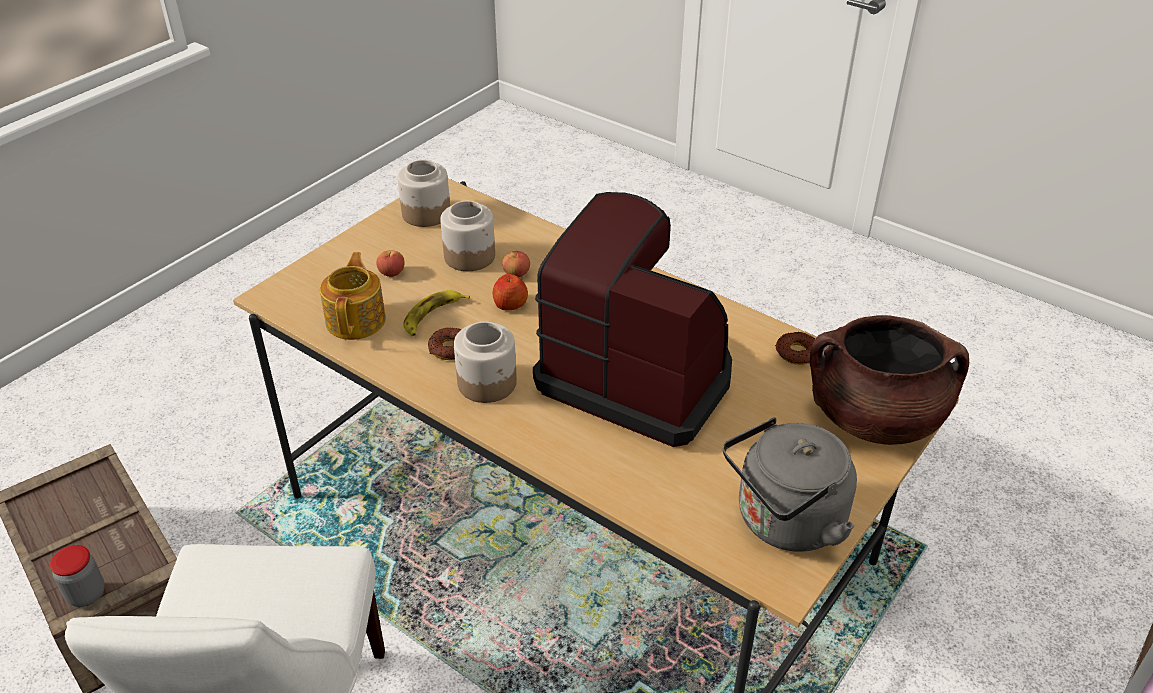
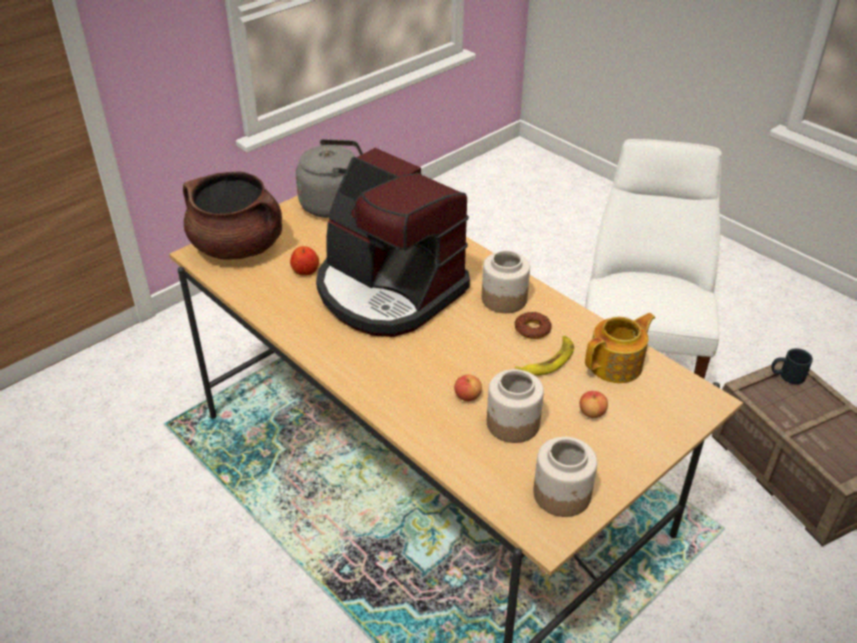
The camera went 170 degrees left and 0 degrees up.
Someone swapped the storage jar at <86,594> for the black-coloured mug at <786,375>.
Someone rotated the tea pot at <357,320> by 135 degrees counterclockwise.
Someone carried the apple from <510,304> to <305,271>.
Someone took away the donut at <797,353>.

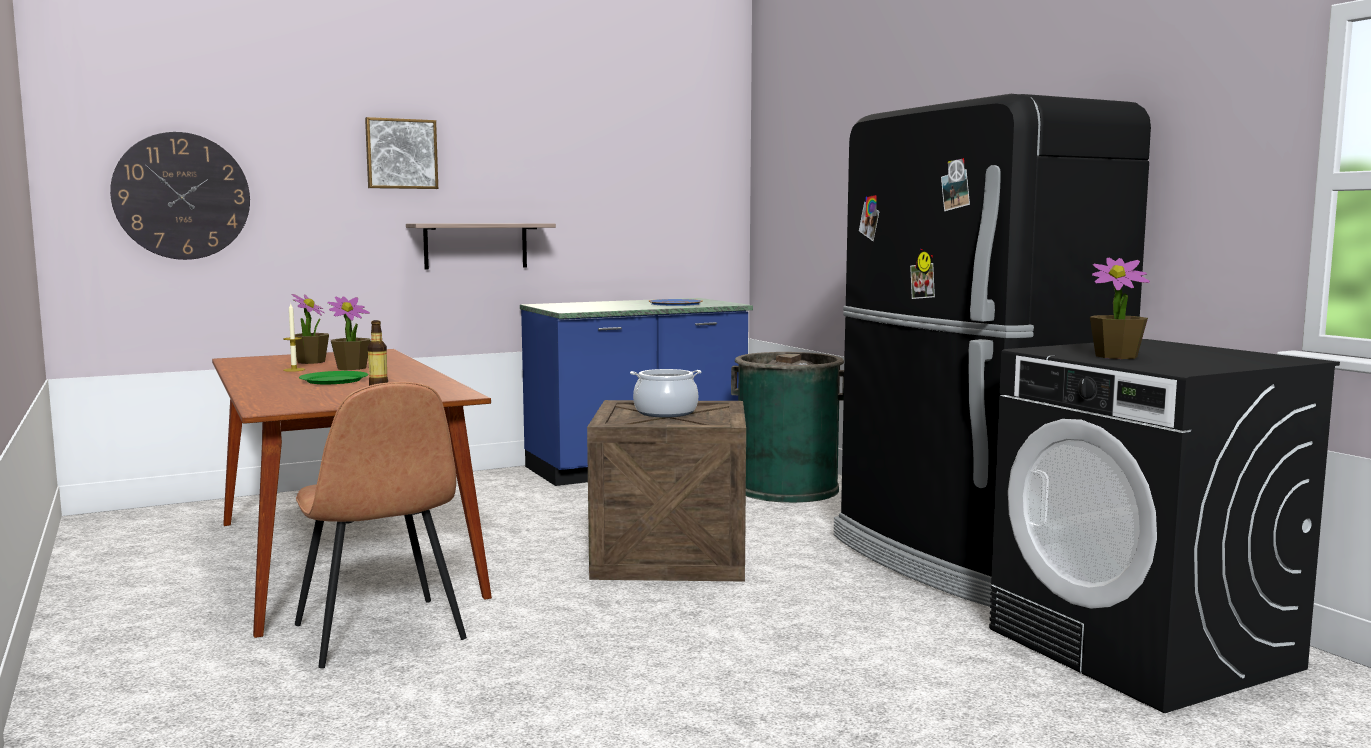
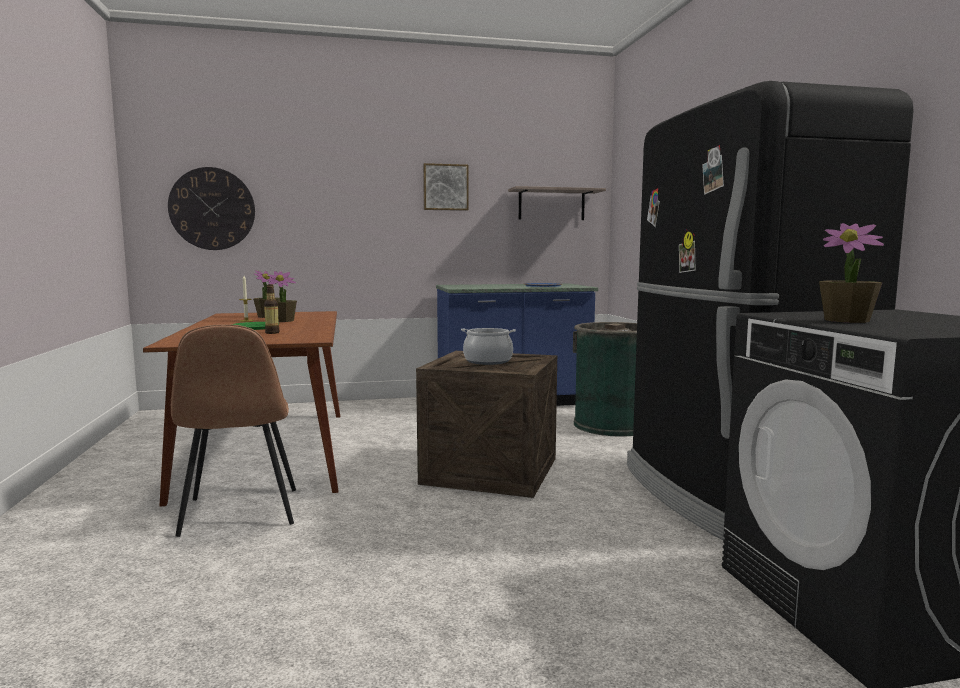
The camera went 15 degrees right and 0 degrees up.
Someone carried the wall art from <401,154> to <445,187>.
Someone carried the wall shelf from <476,246> to <551,205>.

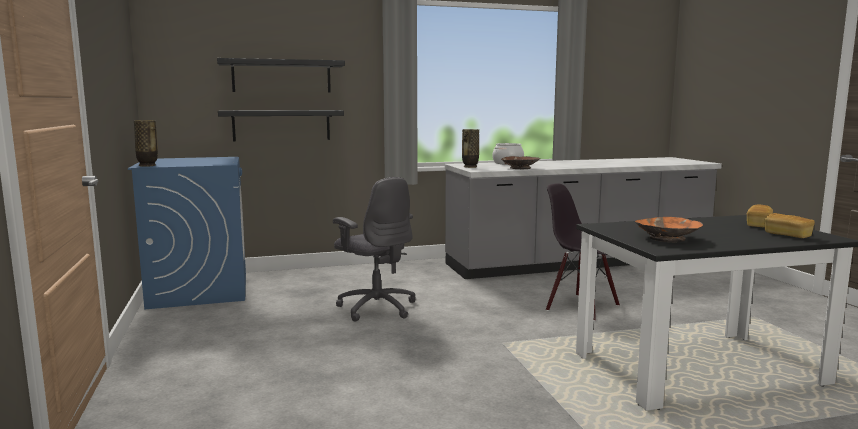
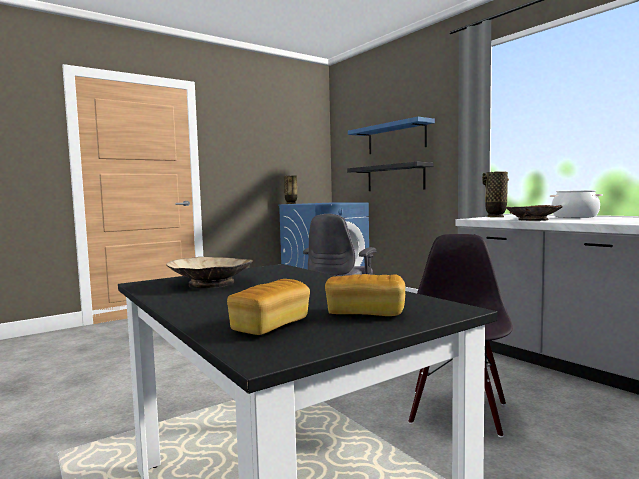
The camera went 70 degrees right and 5 degrees down.
Someone repainted the black-coloured wall shelf at <281,76>, which became the bluish wall shelf at <396,138>.
Someone repainted the orangey deep dish at <667,238>, which became the beige deep dish at <211,283>.

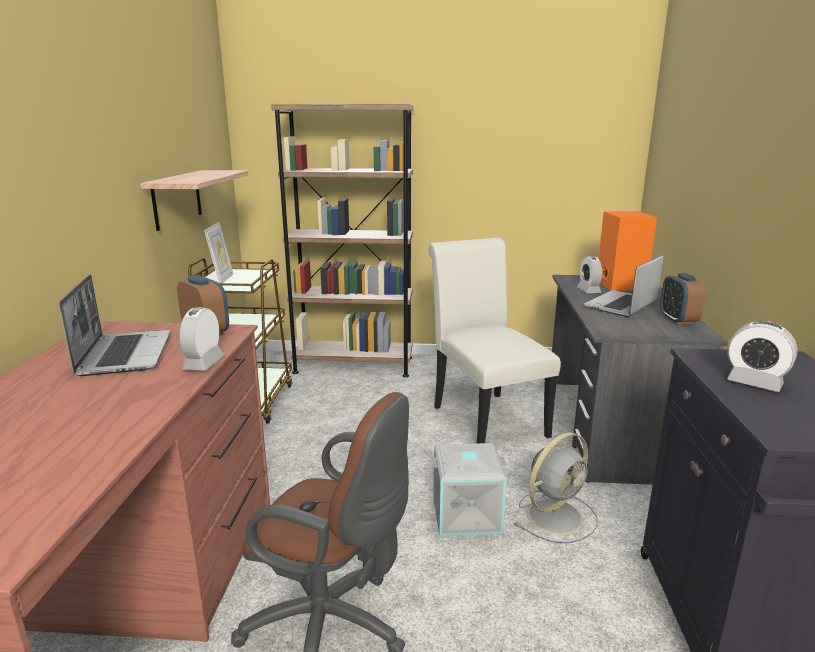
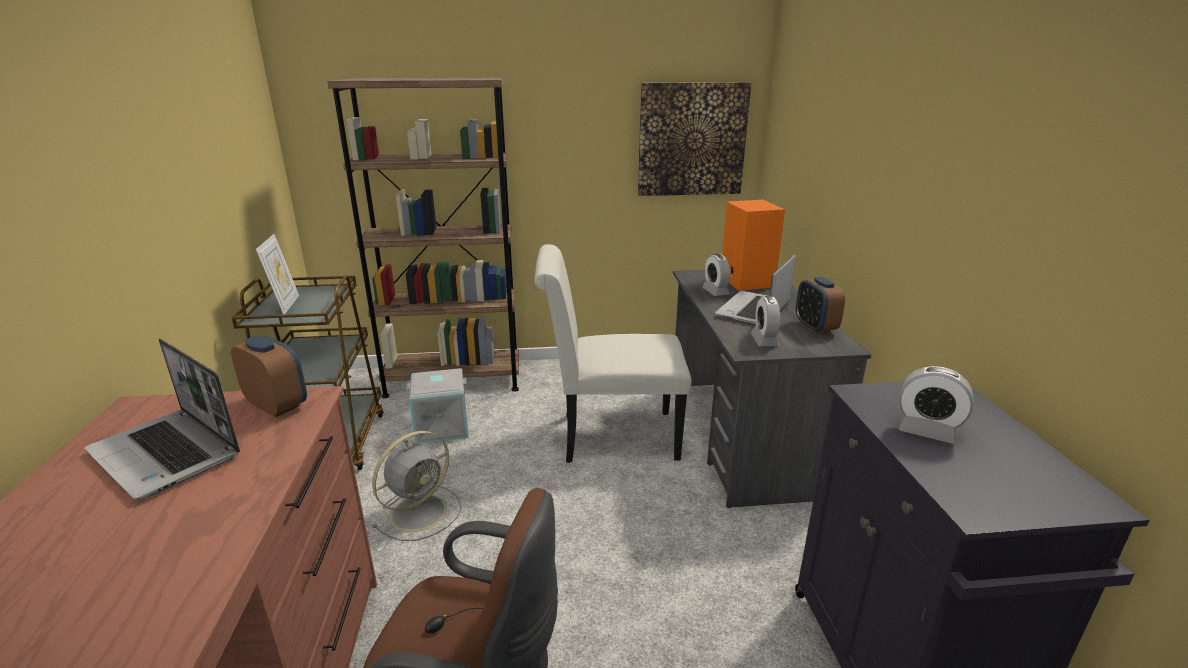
The camera went 10 degrees left and 5 degrees up.
Someone rotated the notebook computer at <124,354> by 150 degrees clockwise.
Someone took away the wall shelf at <177,199>.
Someone carried the bedside clock from <203,363> to <764,340>.
Someone rotated the white plain chair at <485,418> by 60 degrees counterclockwise.
Someone carried the gray storage container from <466,513> to <442,426>.
Someone carried the gray cooling fan from <556,515> to <421,511>.
Someone put up the wall art at <691,140>.

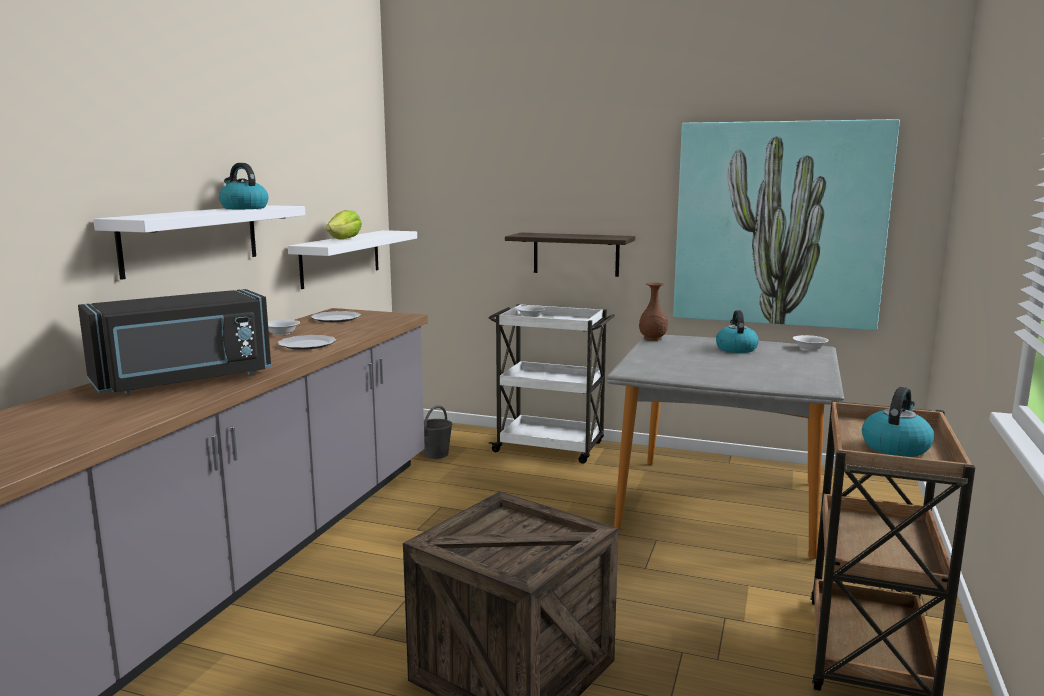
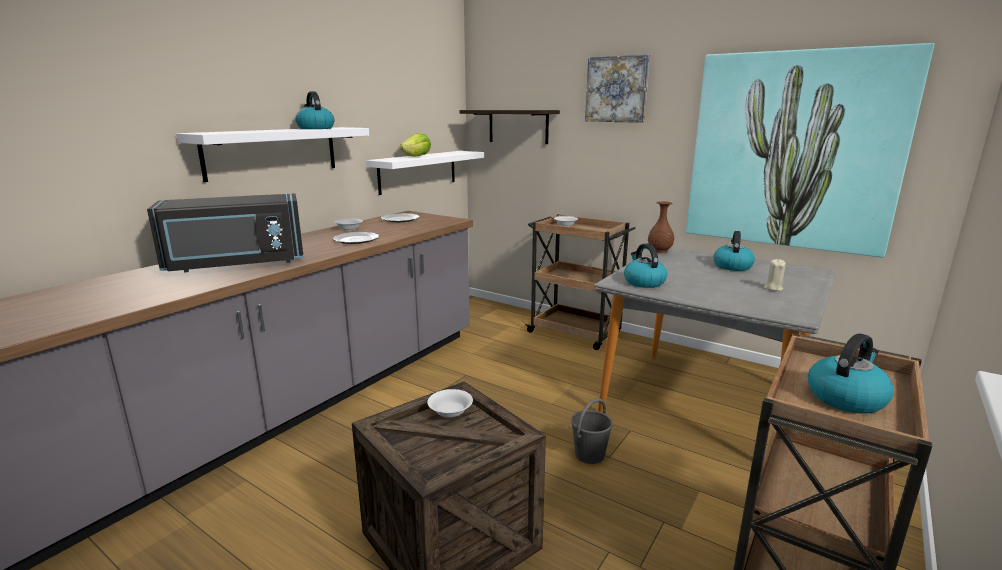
The camera went 15 degrees right and 5 degrees up.
Someone carried the gray water bucket from <436,454> to <589,455>.
Someone repainted the white wheeled cart at <551,447>, which became the brown-coloured wheeled cart at <576,333>.
Someone carried the wall shelf from <576,254> to <518,126>.
Someone carried the white deep dish from <810,348> to <451,411>.
Someone put up the wall art at <617,89>.
Someone put down the water kettle at <643,282>.
Someone put down the beige wax candle at <773,288>.

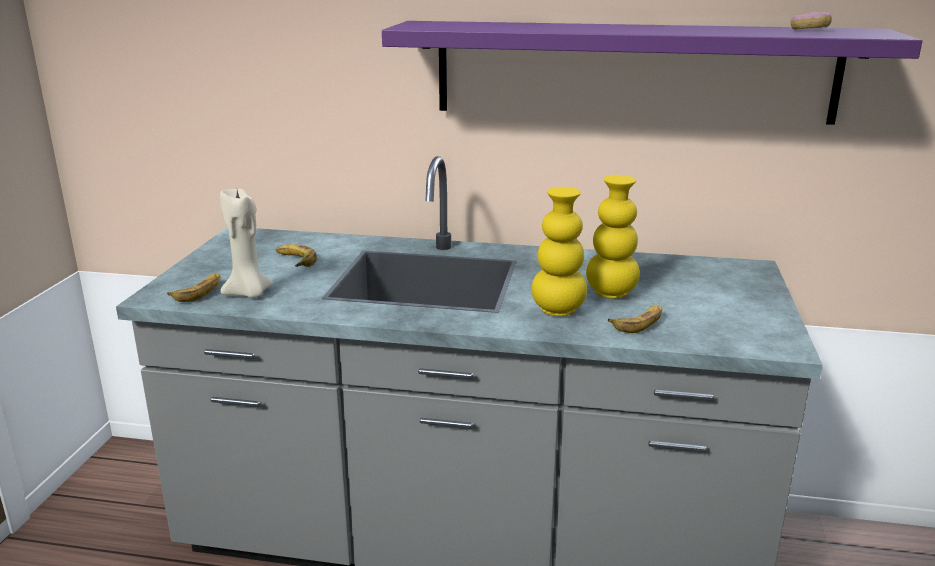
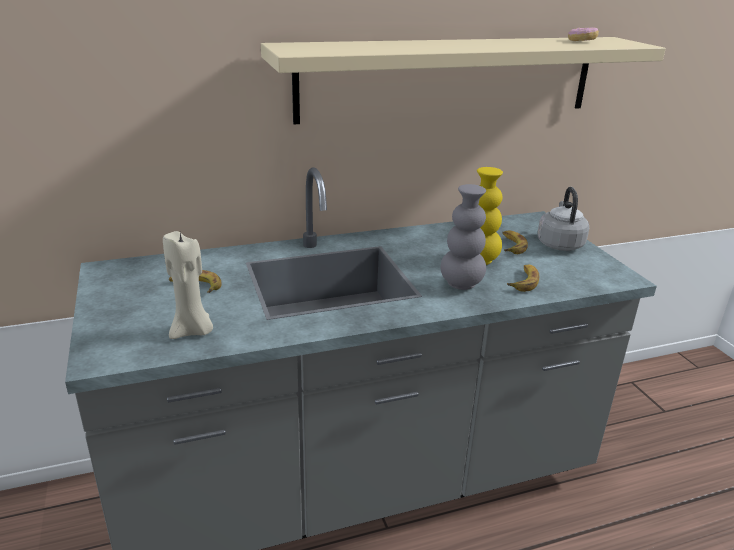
The camera went 30 degrees left and 5 degrees up.
Someone carried the whole banana from <199,292> to <511,245>.
Someone repainted the purple wall shelf at <632,71>, which became the beige wall shelf at <450,78>.
Someone repainted the yellow-coloured flower vase at <558,310>, which became the gray flower vase at <461,284>.
Someone put down the gray water kettle at <559,243>.

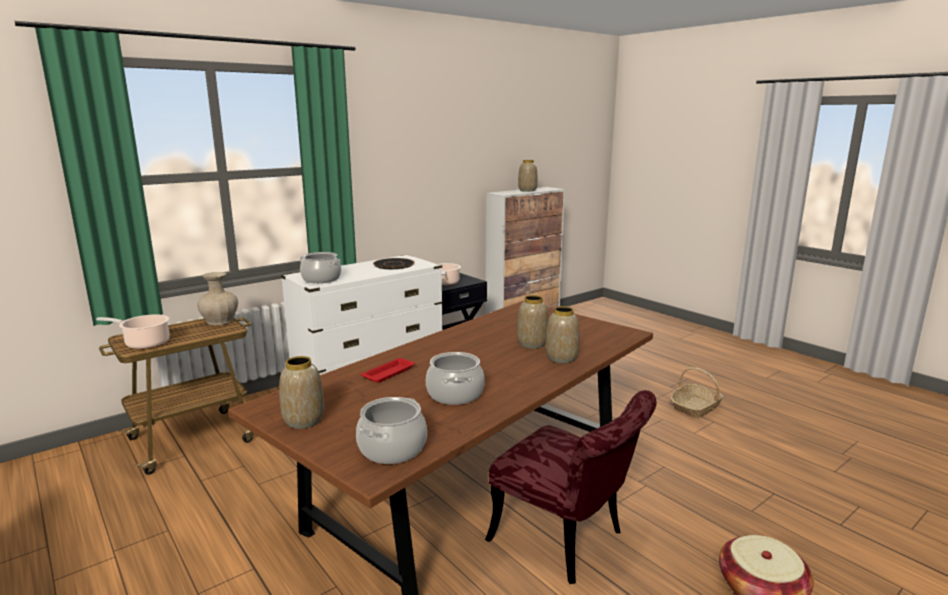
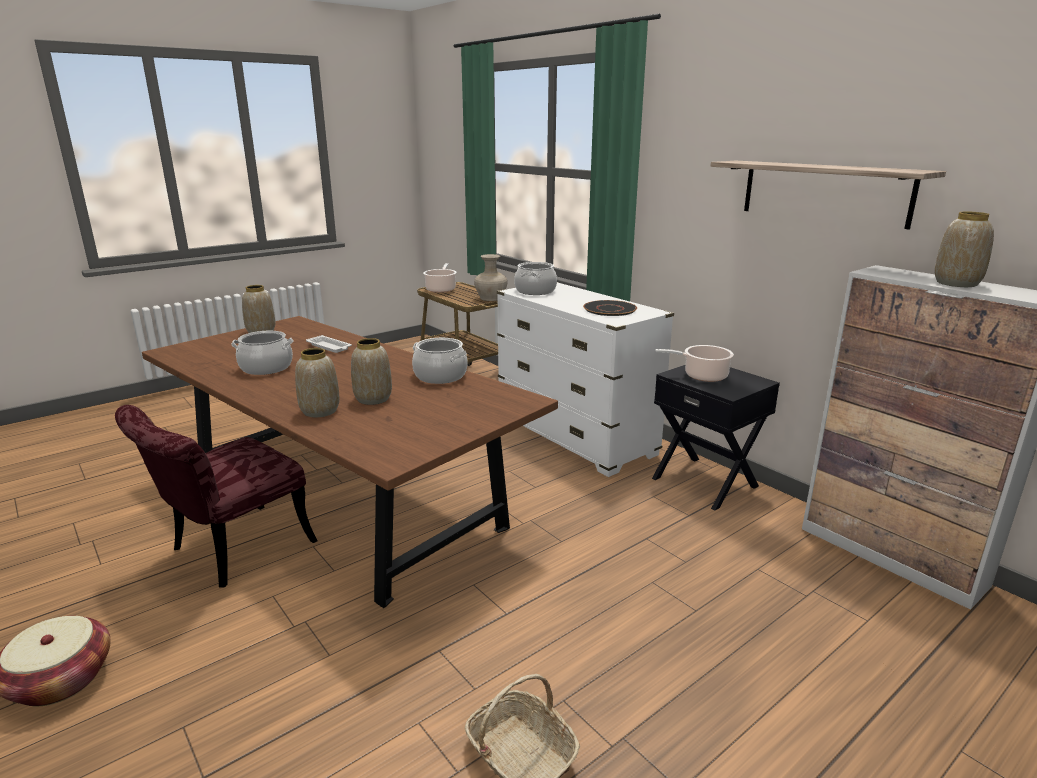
The camera went 90 degrees right and 5 degrees up.
Someone carried the saucepot from <392,448> to <440,376>.
Someone repainted the reddish tray at <389,373>, which became the white tray at <330,347>.
Someone put up the wall shelf at <824,192>.

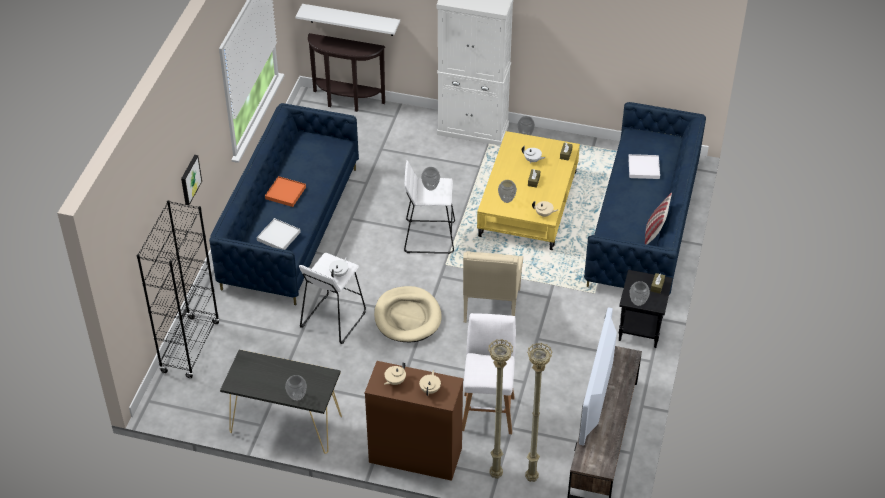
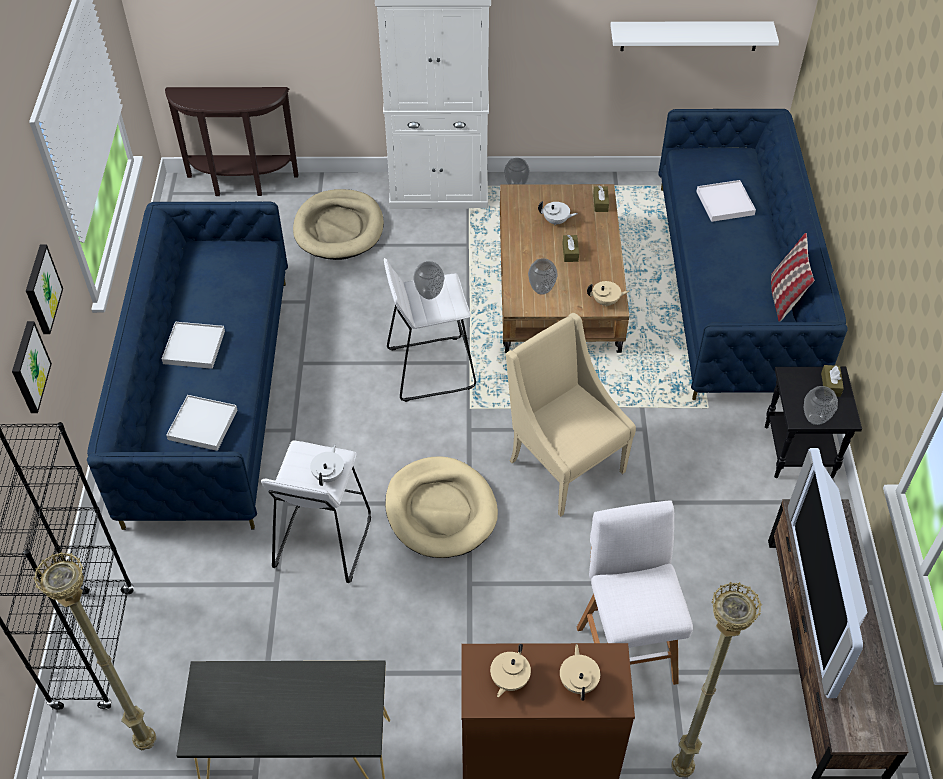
The camera went 15 degrees left and 5 degrees up.
Someone repainted the orangey tray at <285,193>, which became the white tray at <194,347>.
Someone took away the flower vase at <297,396>.
Someone carried the white wall shelf from <351,20> to <689,36>.
Someone rotated the beige lounge chair at <490,307> by 150 degrees clockwise.
Someone repainted the yellow-coloured low table at <528,204>, which became the brown-coloured low table at <559,288>.
Someone carried the beige standing lamp from <530,478> to <144,743>.
Someone put up the wall art at <41,289>.
Someone put down the beige dog bed at <339,228>.

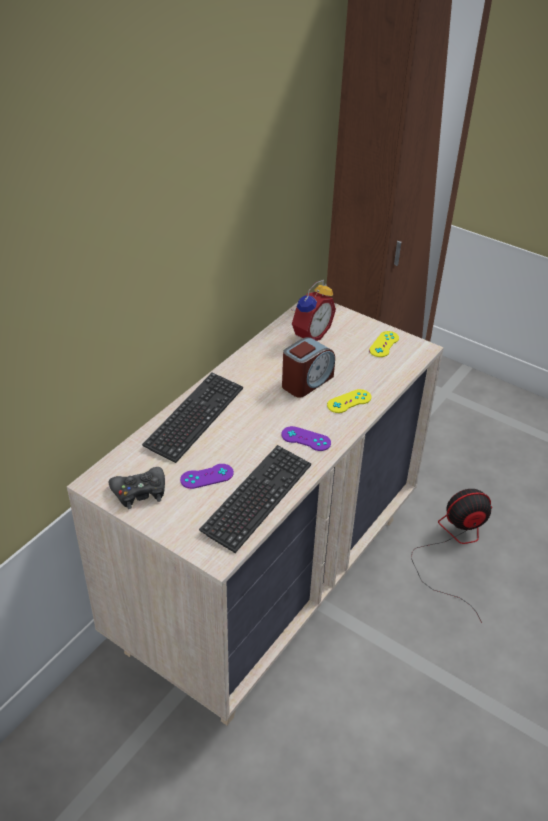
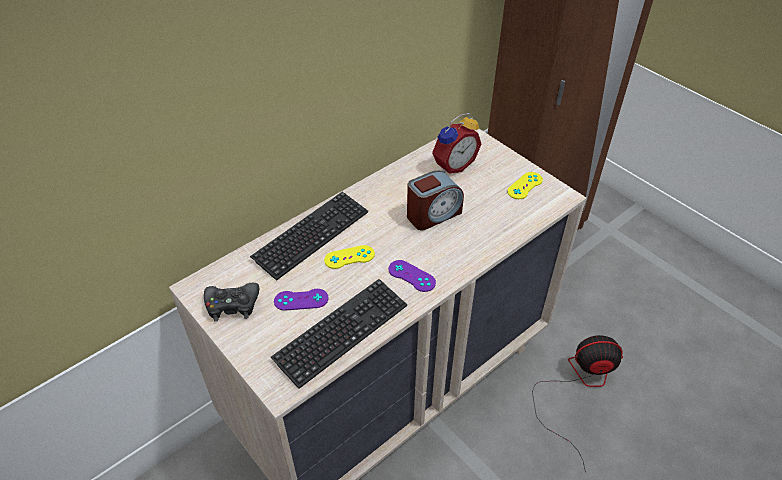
The camera went 15 degrees right and 5 degrees up.
Someone carried the yellow-coloured joypad from <349,401> to <349,257>.

